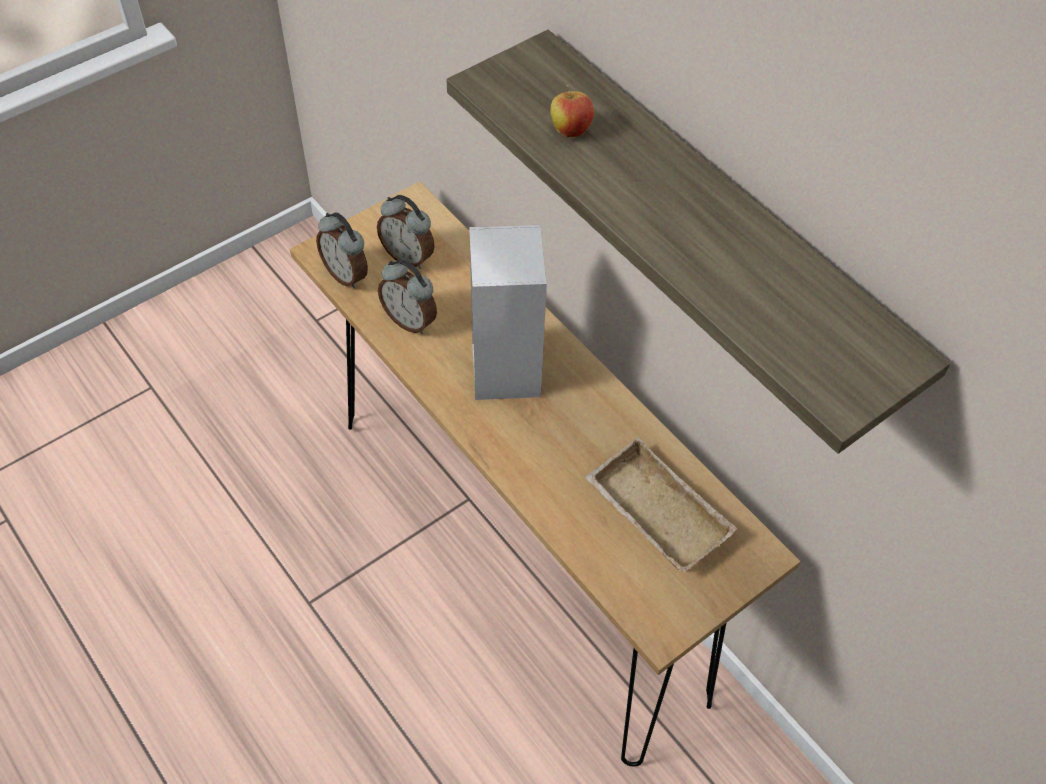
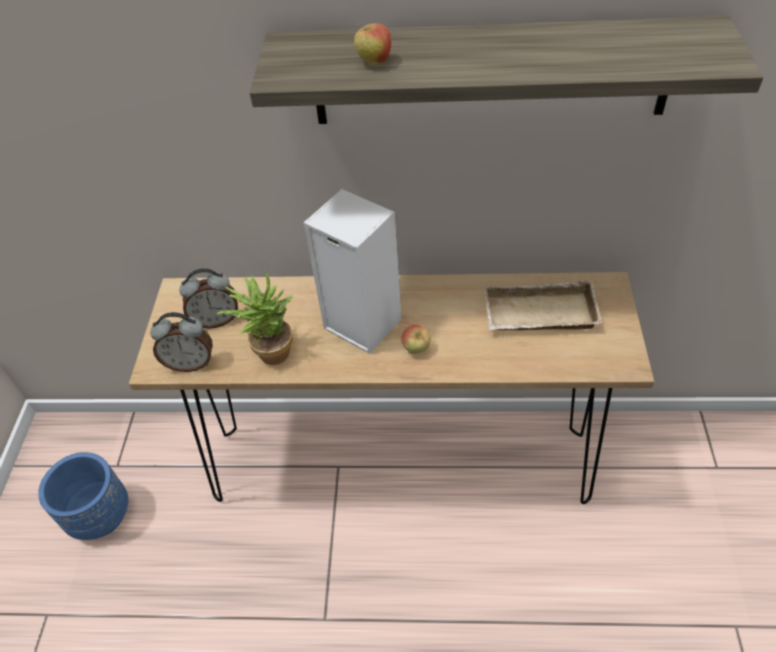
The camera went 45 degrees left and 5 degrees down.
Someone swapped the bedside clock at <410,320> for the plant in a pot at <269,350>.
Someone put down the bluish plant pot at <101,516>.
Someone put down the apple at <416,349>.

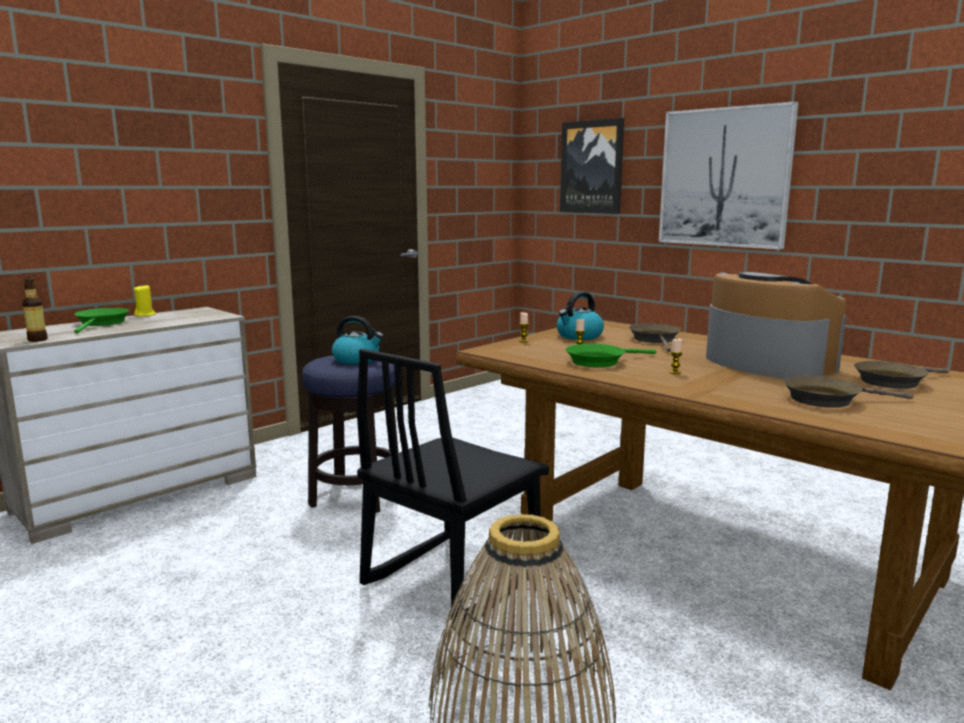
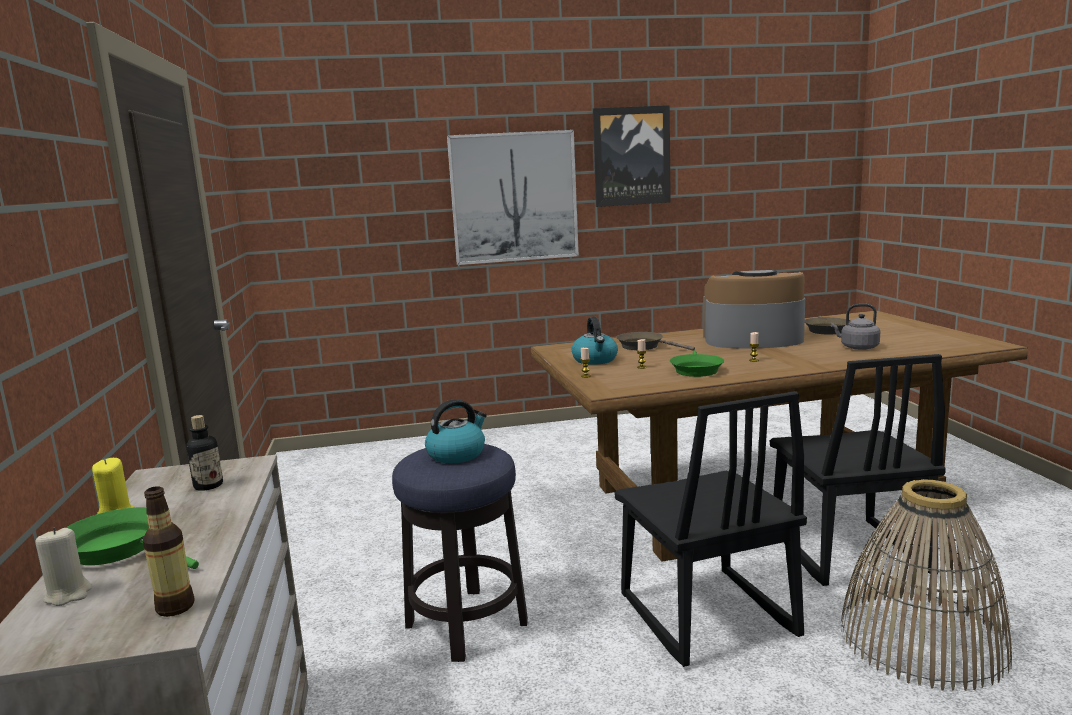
The camera went 55 degrees left and 0 degrees up.
Someone carried the wall art from <592,167> to <631,156>.
Someone swapped the brown-coloured pan at <827,399> for the gray water kettle at <857,347>.
Someone put down the beige wax candle at <68,594>.
Someone put down the beverage bottle at <208,486>.
Someone put down the black-coloured plain chair at <846,553>.

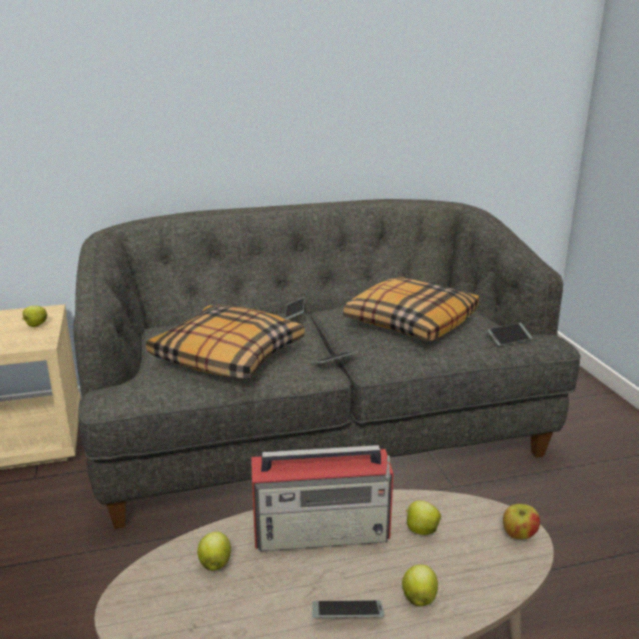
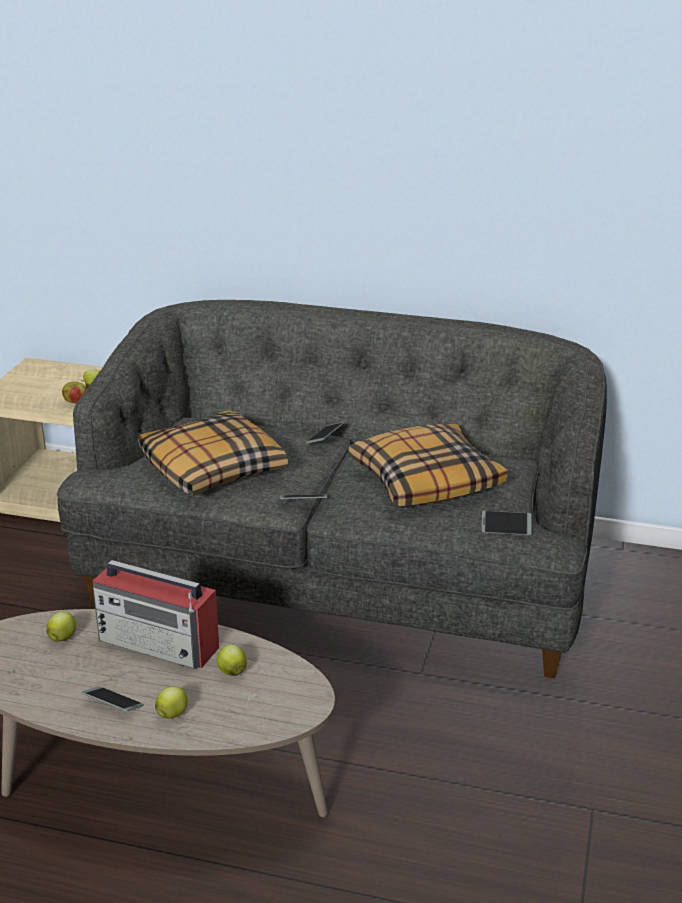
The camera went 30 degrees right and 5 degrees up.
Someone carried the apple from <519,535> to <76,402>.

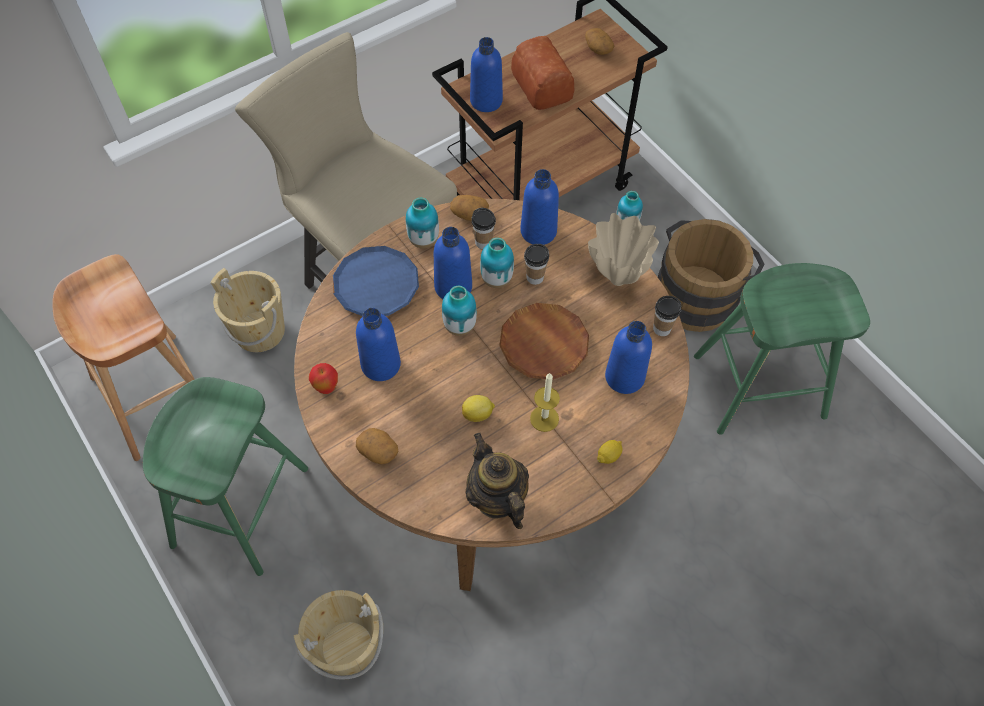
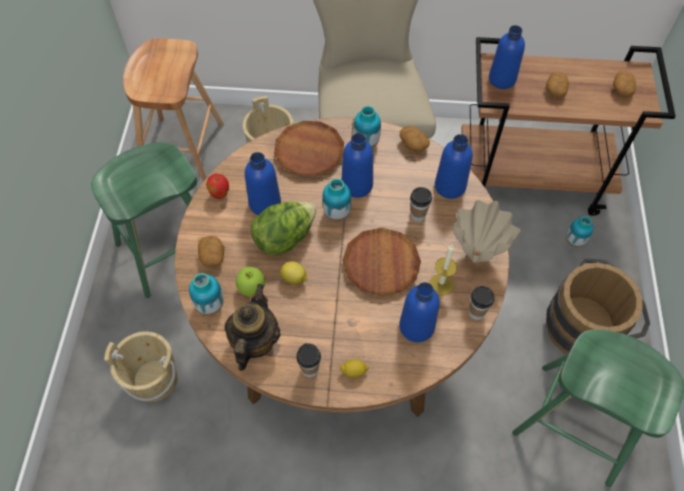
The camera went 40 degrees right and 0 degrees up.
Someone repainted the bluish dinner plate at <376,285>, which became the brown-coloured dinner plate at <309,152>.
Someone carried the small cup from <483,242> to <310,369>.
Someone carried the flower vase from <496,280> to <210,305>.
Someone swapped the baked bread at <542,83> for the whole potato at <555,90>.
Someone carried the wax candle from <544,418> to <441,284>.
Someone put down the apple at <251,288>.
Someone put down the lettuce head at <284,237>.

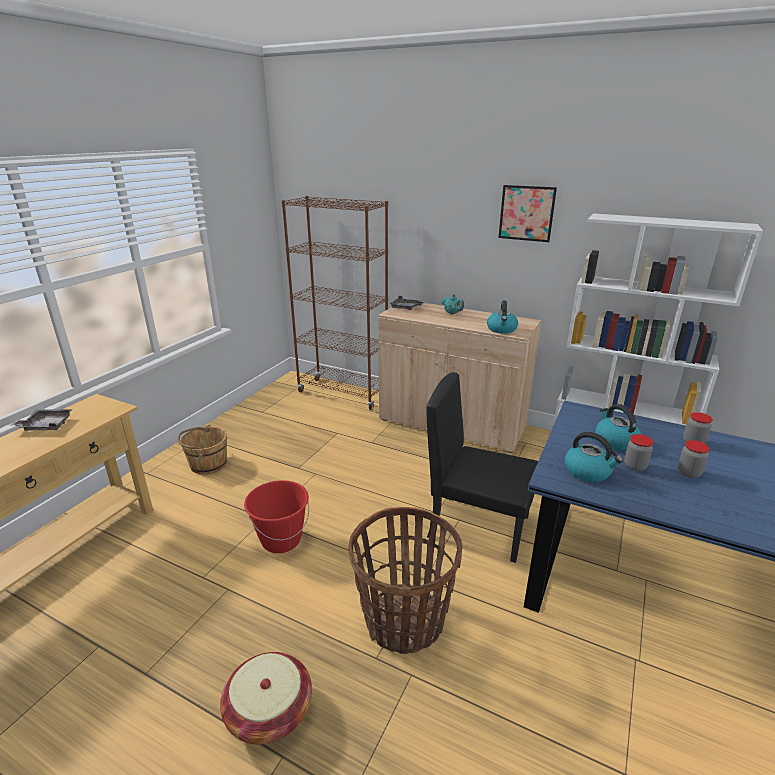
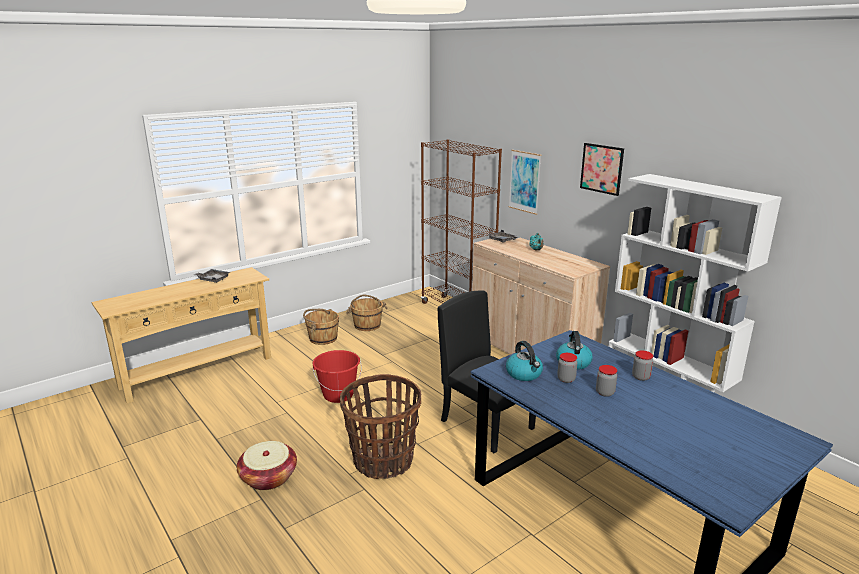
The camera went 25 degrees right and 5 degrees down.
Someone took away the water kettle at <501,329>.
Someone put down the brown-coloured water bucket at <367,325>.
Someone put up the wall art at <524,181>.

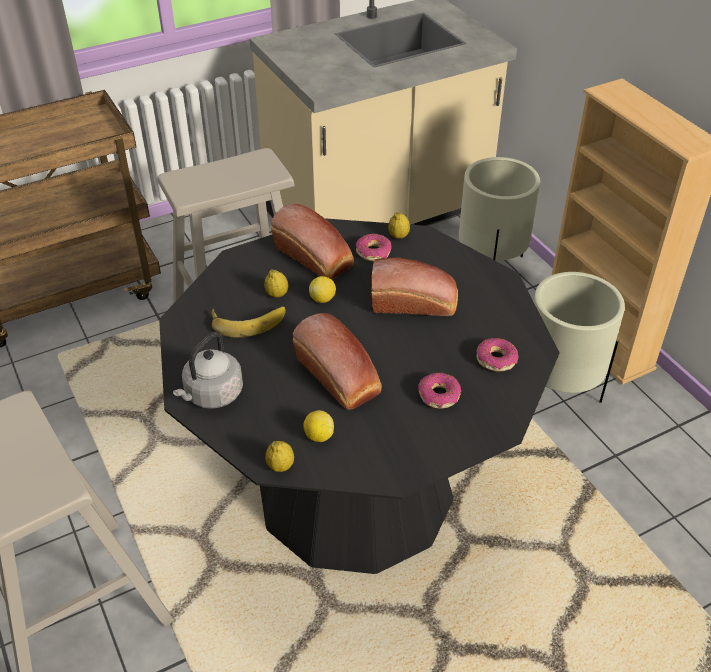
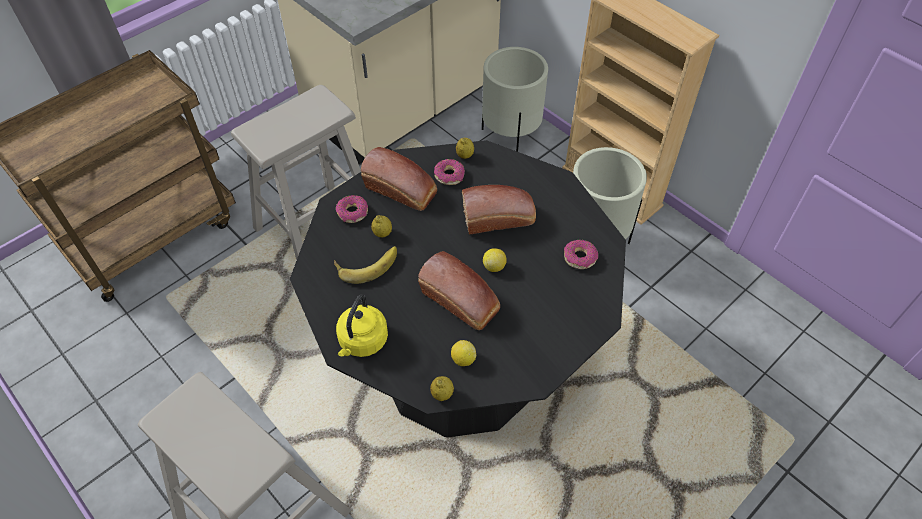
The camera went 15 degrees left and 10 degrees up.
Someone repainted the gray water kettle at <212,395>, which became the yellow-coloured water kettle at <362,342>.
Someone carried the citrus fruit from <323,299> to <494,266>.
Someone carried the donut from <438,396> to <352,213>.

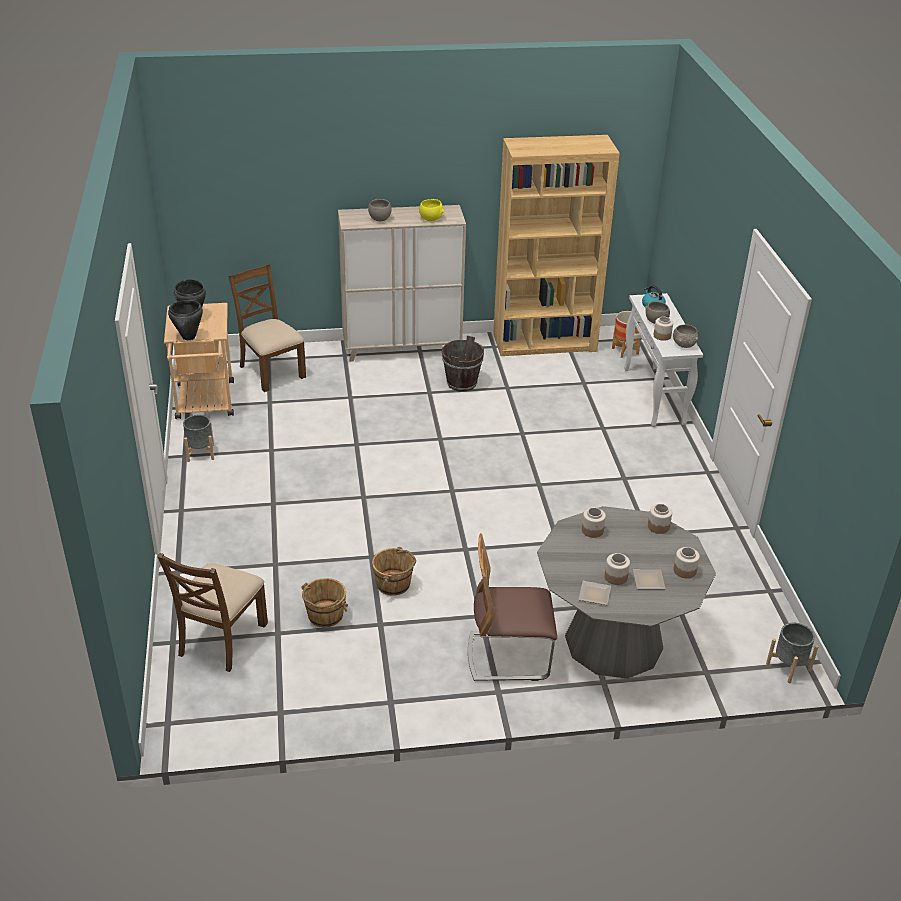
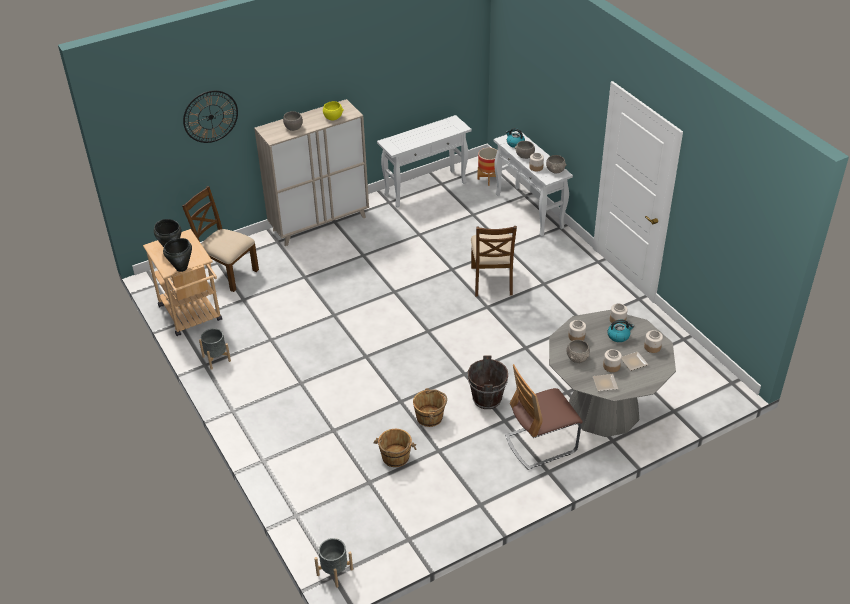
The camera went 20 degrees left and 5 degrees up.
Someone carried the brown-coloured plain chair from <221,639> to <492,281>.
Someone carried the brown-coloured water bucket from <462,383> to <487,399>.
Someone swapped the brown-coloured bookcase at <545,343> for the white narrow table at <426,188>.
Someone carried the gray plant pot from <788,667> to <335,572>.
Someone put up the wall clock at <210,116>.
Someone put down the gray deep dish at <577,358>.
Someone put down the water kettle at <618,336>.

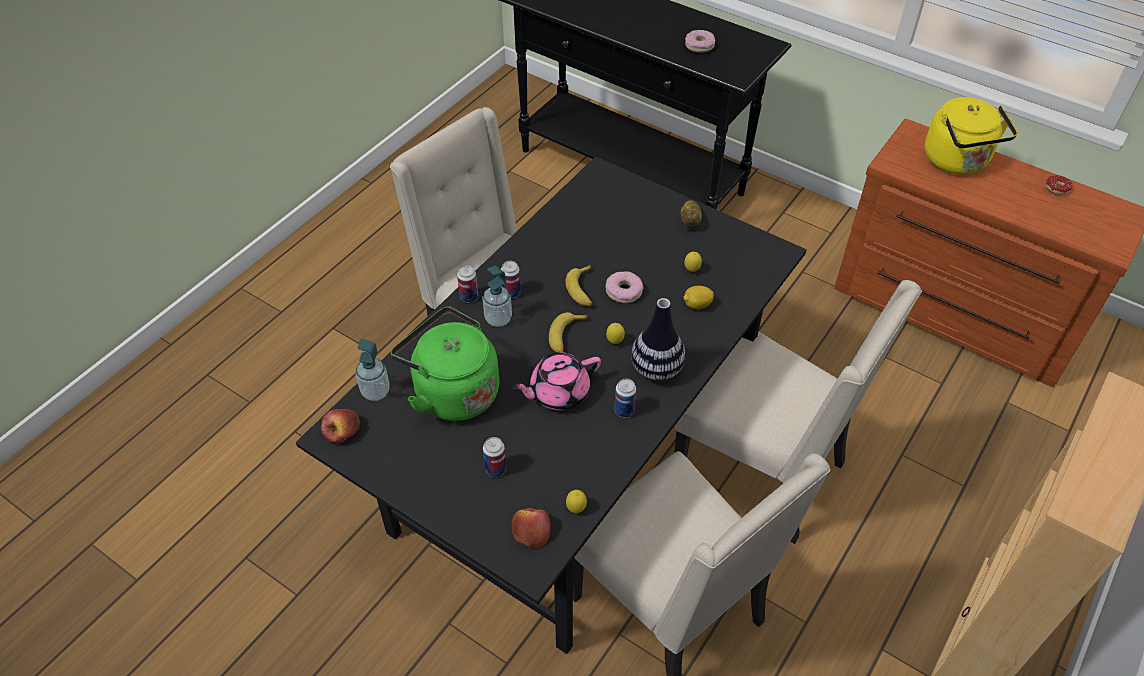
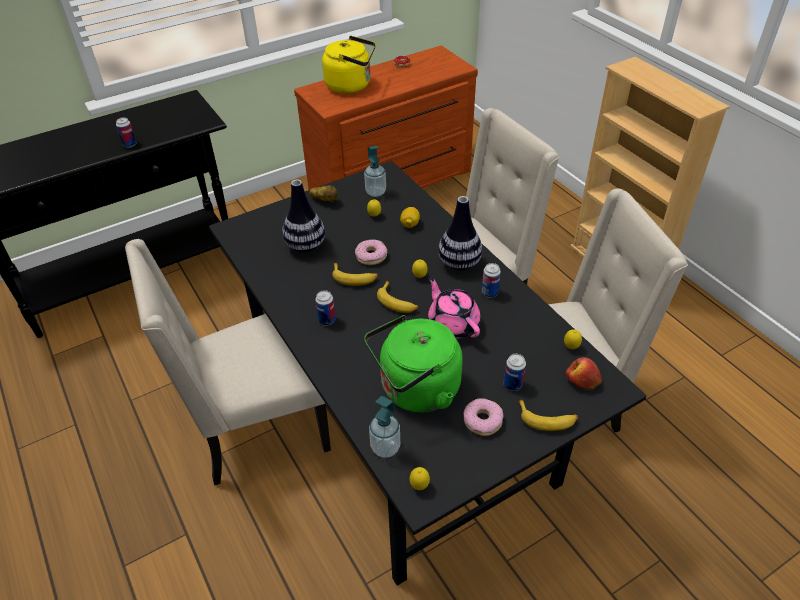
The camera went 65 degrees left and 5 degrees down.
Someone swapped the apple at <342,431> for the citrus fruit at <419,486>.
Someone carried the can from <469,297> to <130,144>.
Someone carried the liquid soap bottle from <498,319> to <375,192>.
Someone rotated the pink-coloured tea pot at <558,392> by 150 degrees clockwise.
Someone carried the donut from <699,45> to <483,421>.
Someone put down the flower vase at <305,246>.
Someone put down the whole banana at <547,419>.

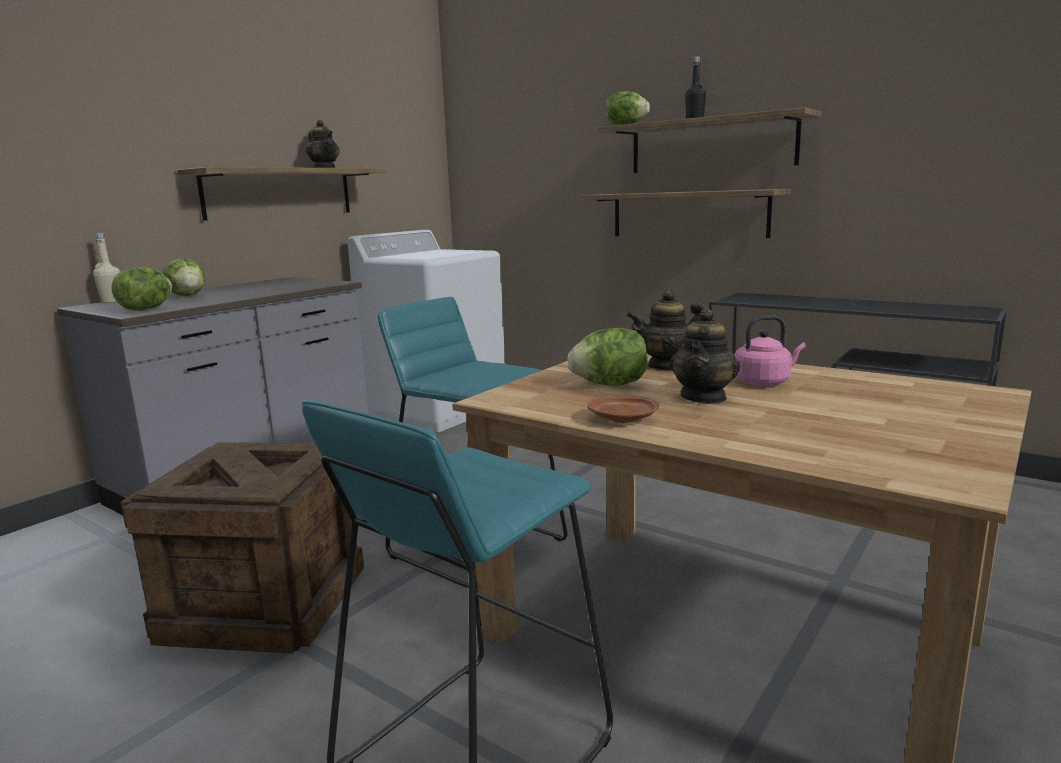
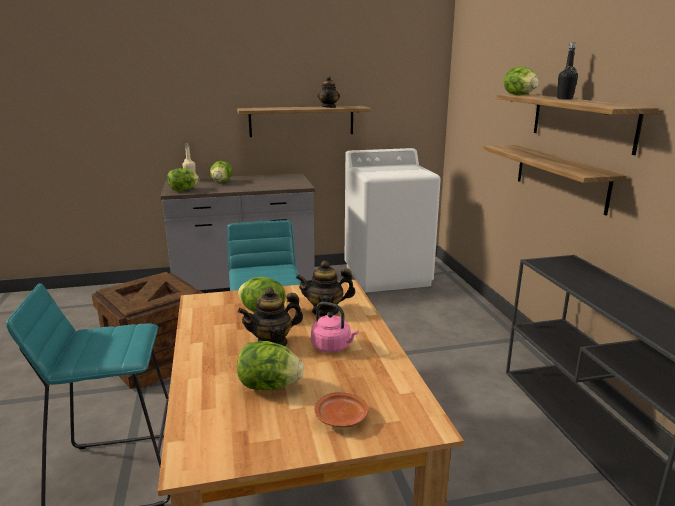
The camera went 40 degrees right and 5 degrees up.
Someone carried the brown-coloured dinner plate from <624,419> to <341,418>.
Someone rotated the tea pot at <667,366> by 45 degrees counterclockwise.
Someone put down the lettuce head at <269,386>.

